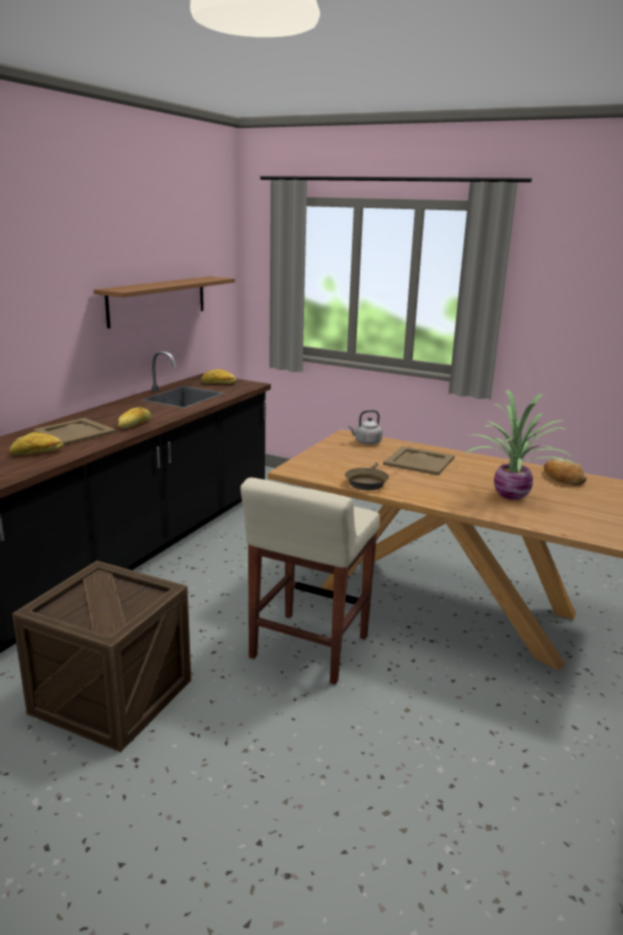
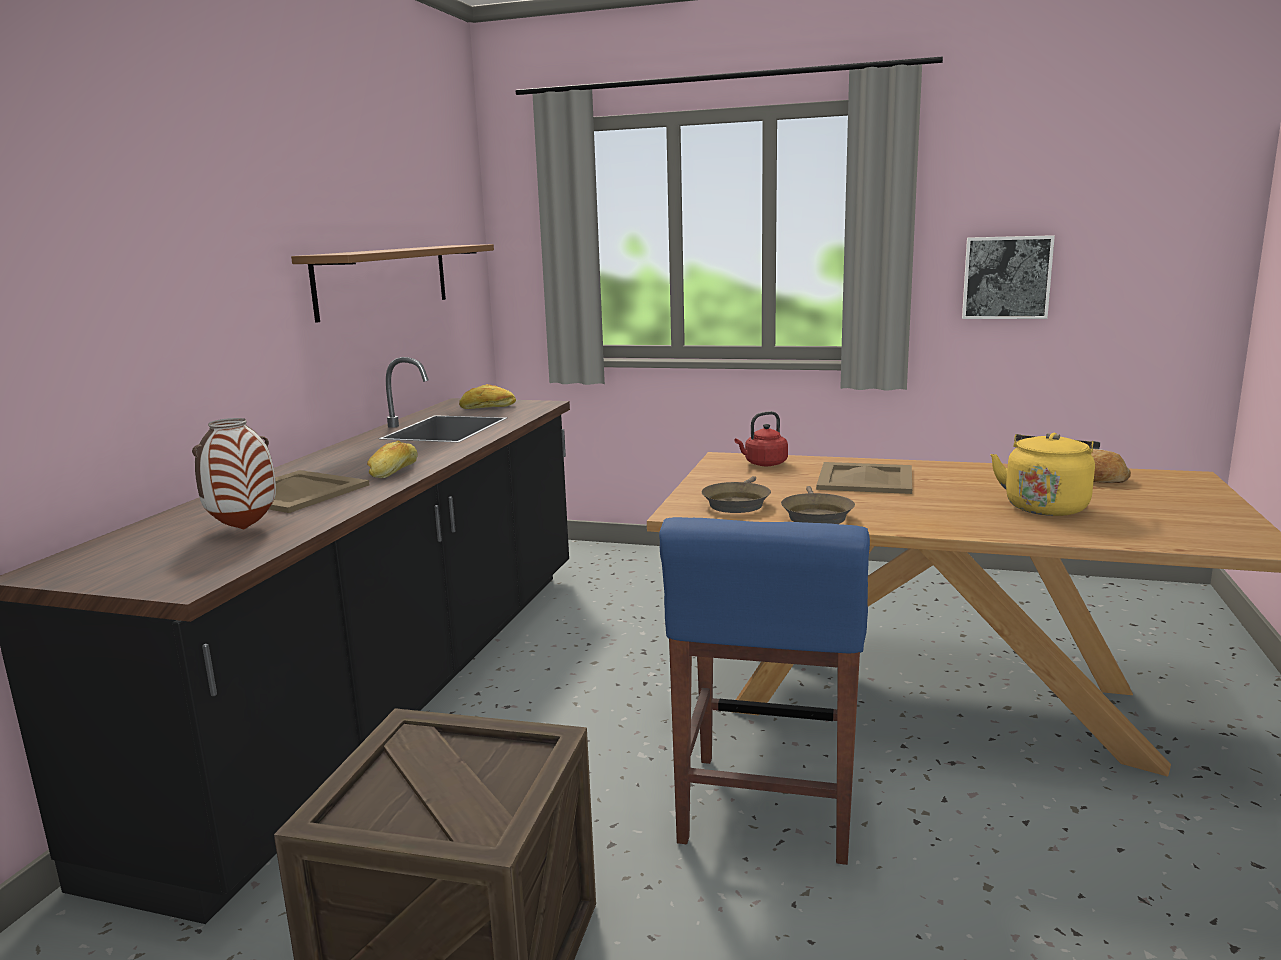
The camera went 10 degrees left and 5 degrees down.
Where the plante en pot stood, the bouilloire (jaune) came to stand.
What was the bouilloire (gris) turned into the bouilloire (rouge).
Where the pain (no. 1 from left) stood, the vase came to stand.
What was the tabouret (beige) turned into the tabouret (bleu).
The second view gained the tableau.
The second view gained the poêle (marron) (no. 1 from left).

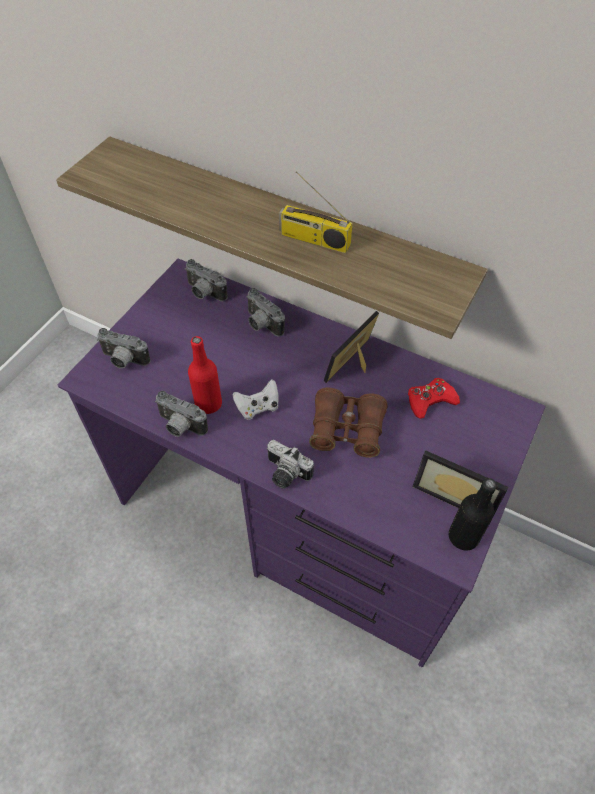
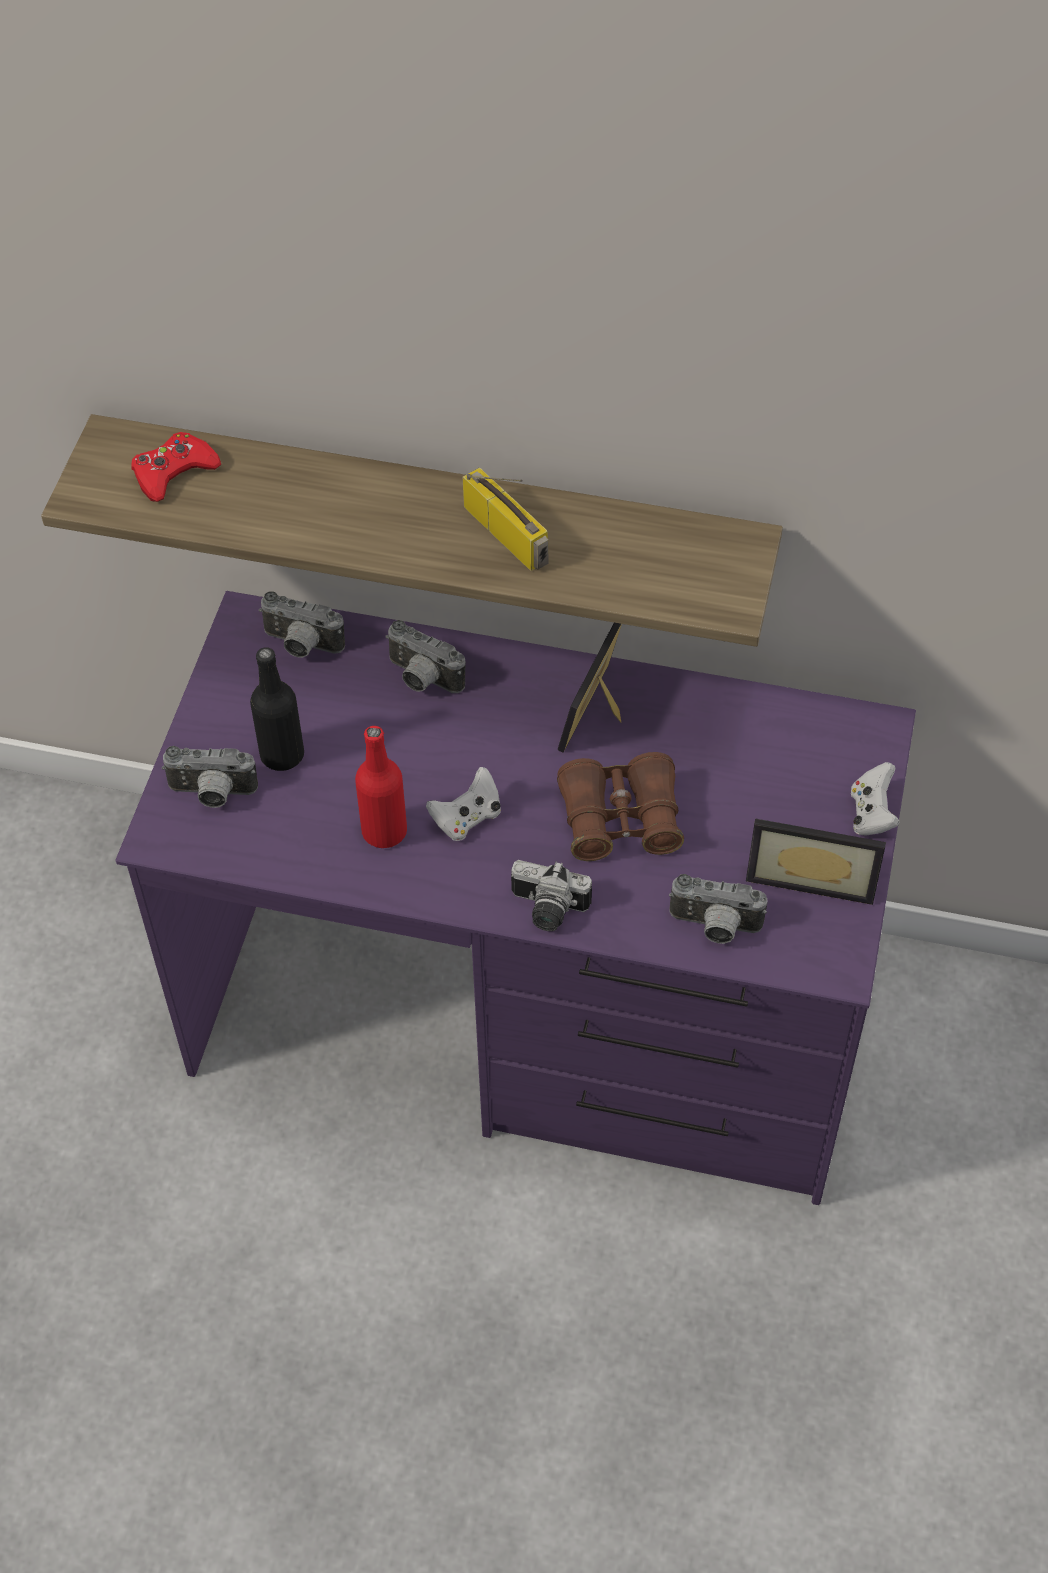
The camera went 15 degrees left and 0 degrees up.
The radio ended up facing another way, 135 degrees counterclockwise from before.
The manette (rouge) ended up elsewhere.
The appareil photo (no. 2 from left in the first image) ended up elsewhere.
The bouteille (noir) ended up elsewhere.
The second view gained the manette (blanc) (no. 2 from left).

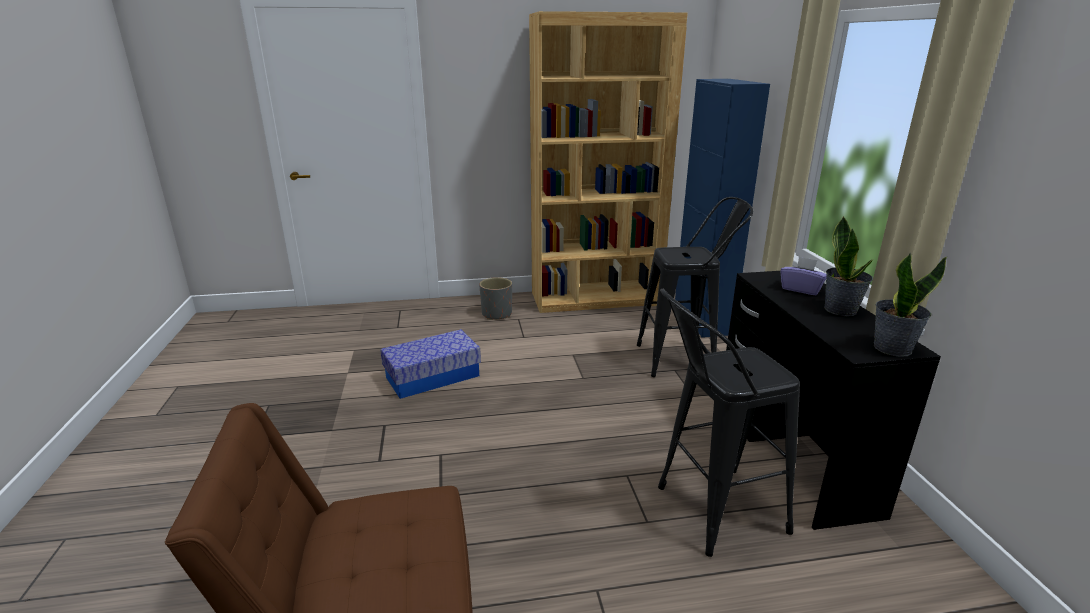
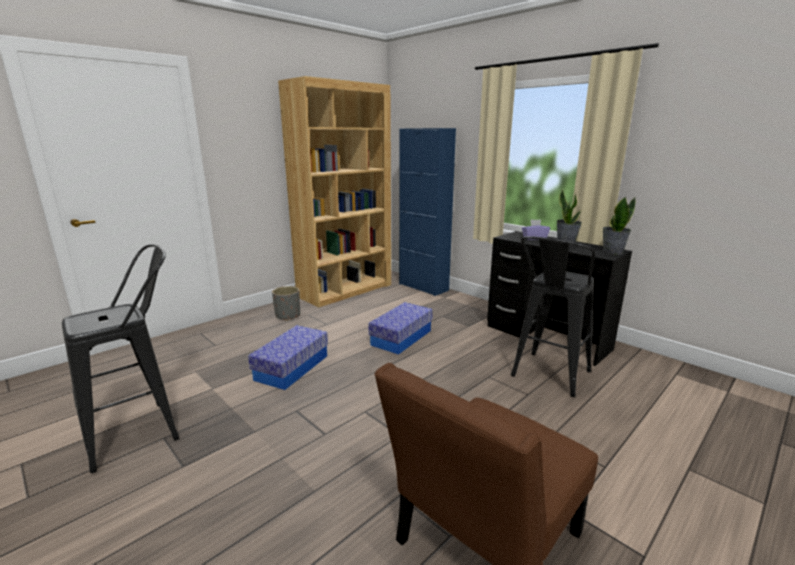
The camera went 35 degrees left and 5 degrees down.
The tabouret (noir) (no. 1 from left) ended up elsewhere.
The second view gained the boîte de rangement (no. 2 from left).

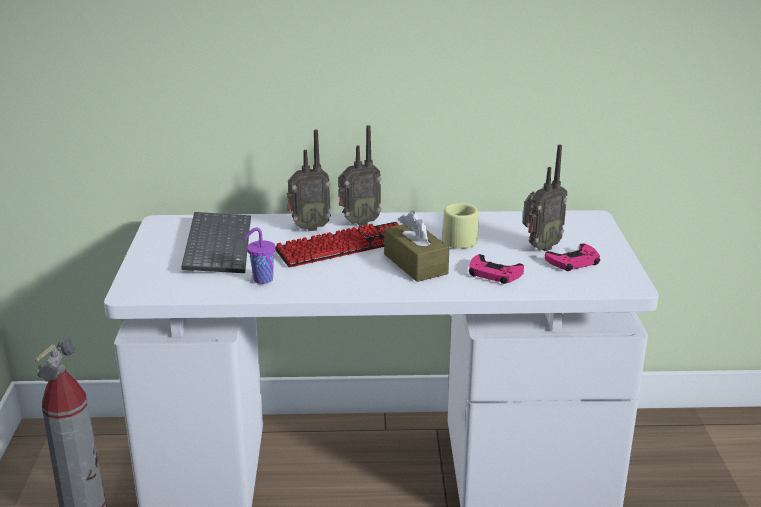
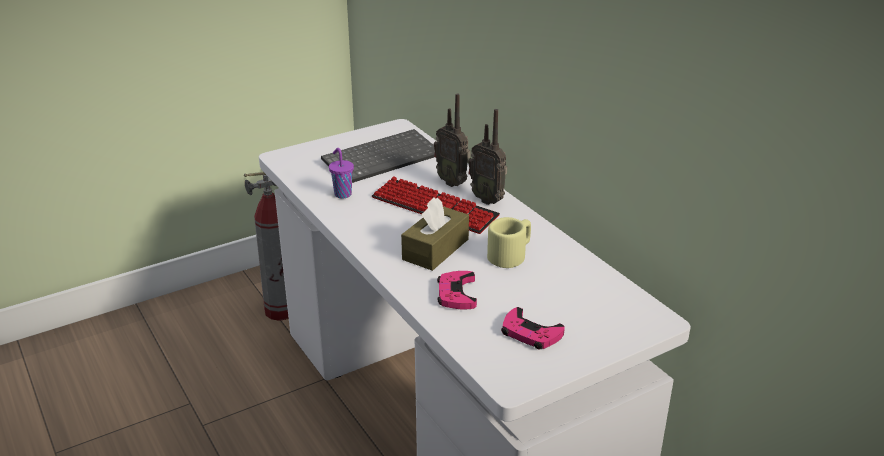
The camera went 60 degrees right and 5 degrees up.
The second view lost the radio (no. 3 from left).

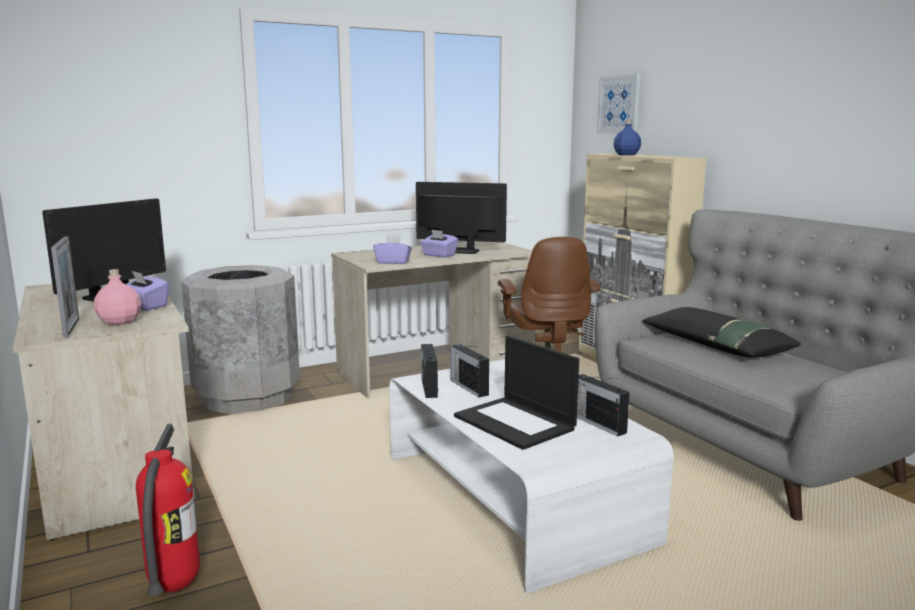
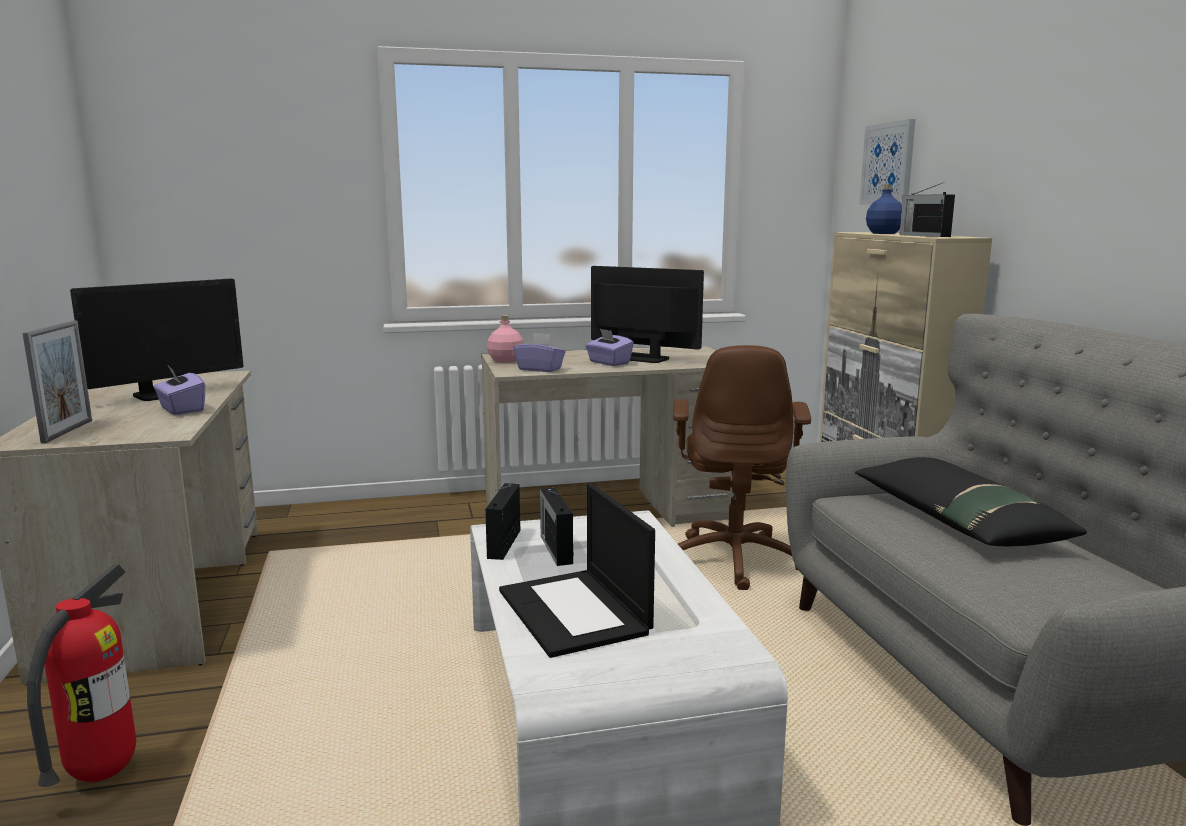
The camera went 15 degrees right and 0 degrees up.
The second view lost the poubelle (gris).
The bouteille (rose) ended up elsewhere.
The radio (no. 3 from left) ended up elsewhere.

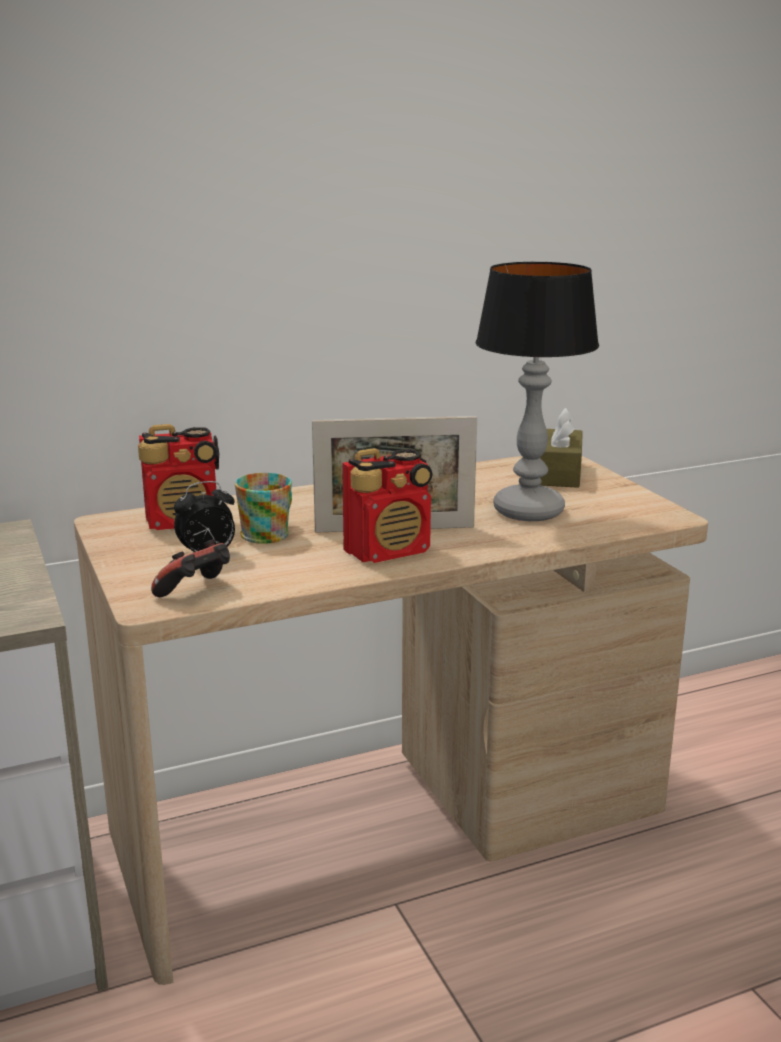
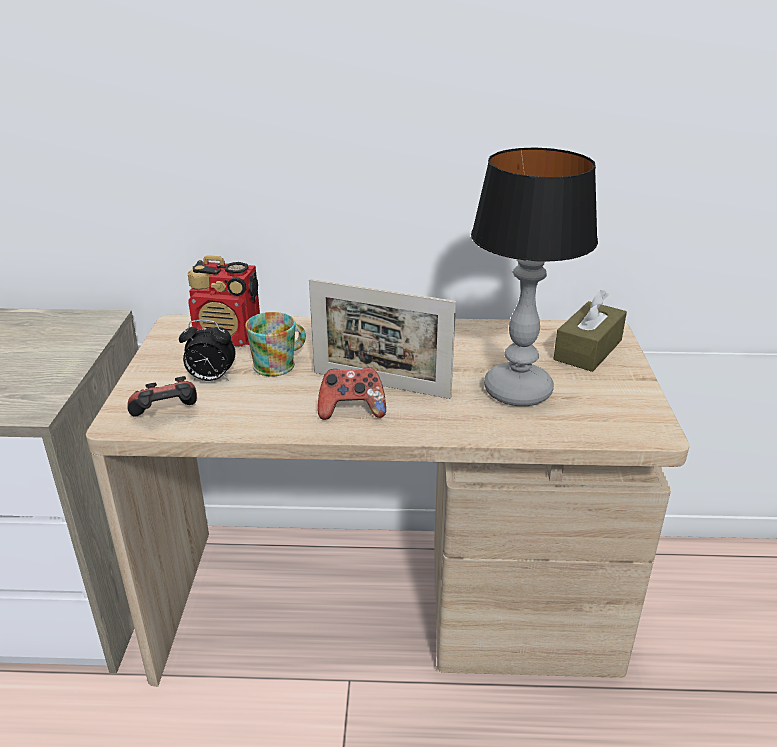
The camera went 25 degrees right and 10 degrees up.
Where the radio (no. 2 from left) stood, the manette (no. 2 from left) came to stand.

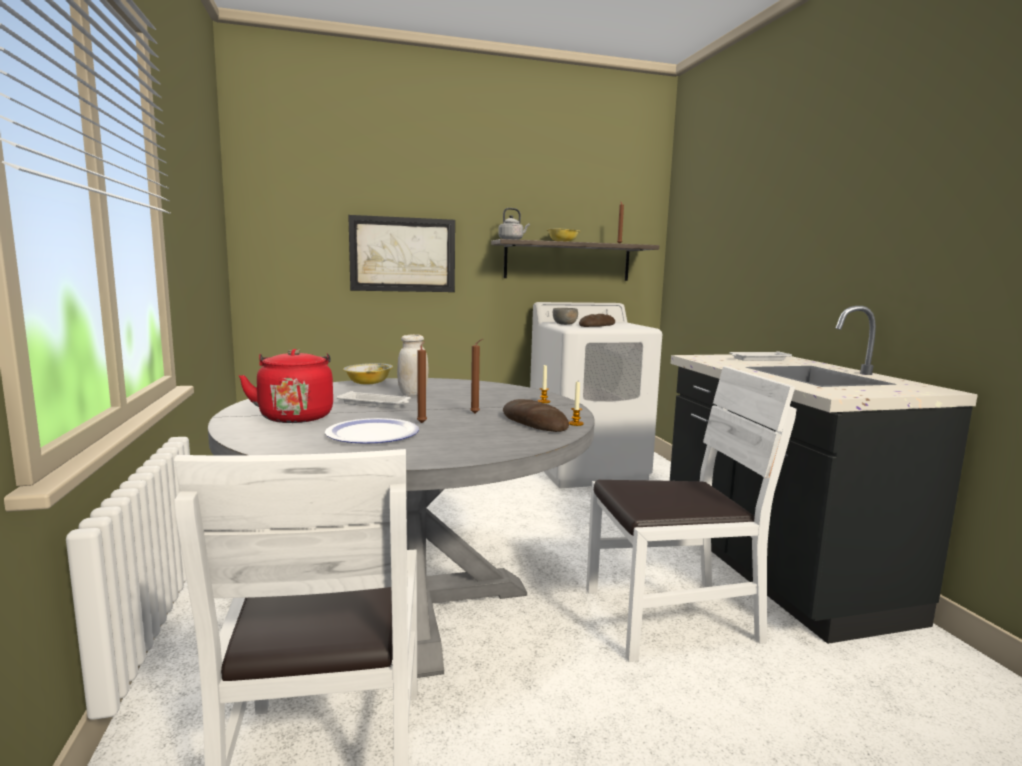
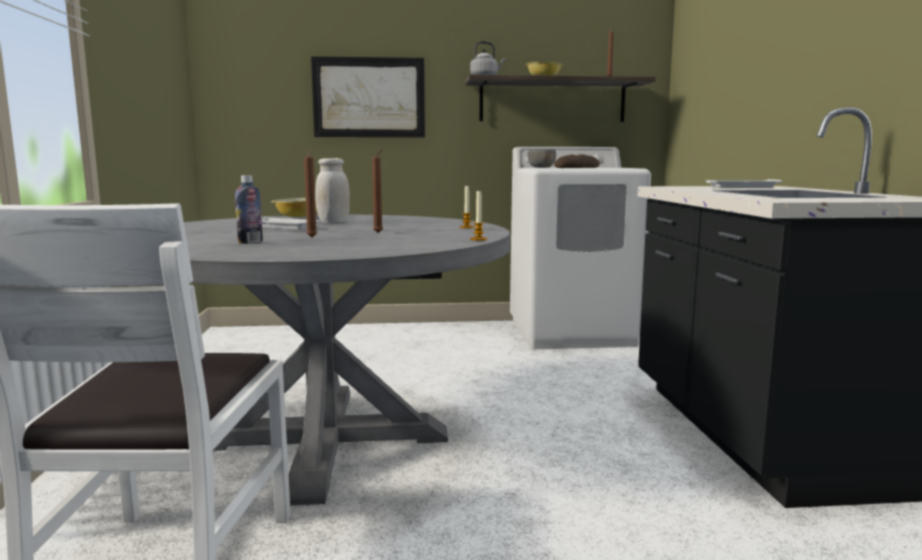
The camera went 10 degrees right and 0 degrees up.
The second view lost the bouilloire (rouge).
The second view lost the chaise (blanc) (no. 2 from left).
The second view lost the pain (no. 1 from left).
Where the assiette stood, the bouteille came to stand.

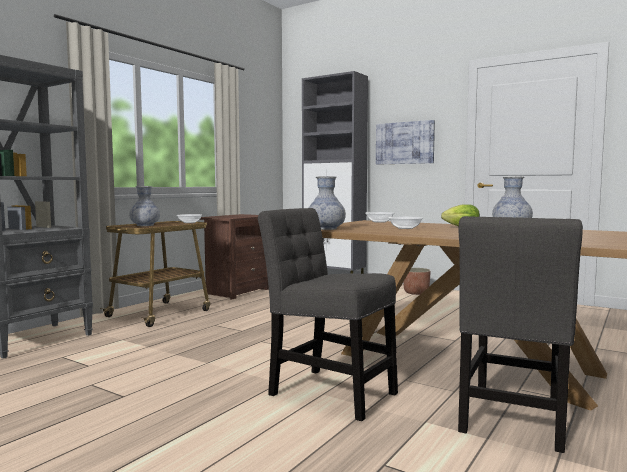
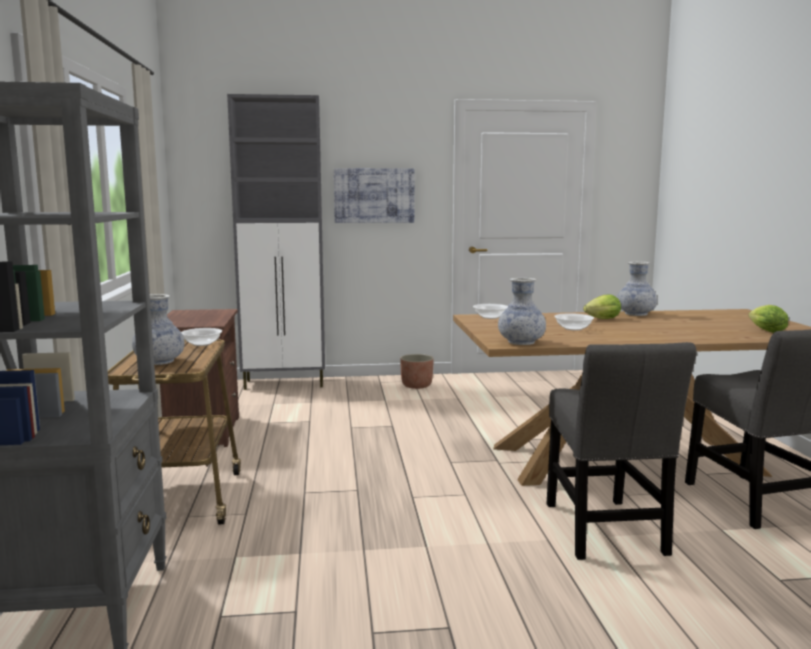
The camera went 40 degrees left and 5 degrees up.
The chaise (gris) (no. 1 from left) ended up facing another way, 90 degrees counterclockwise from before.
The second view gained the laitue (no. 2 from left).

